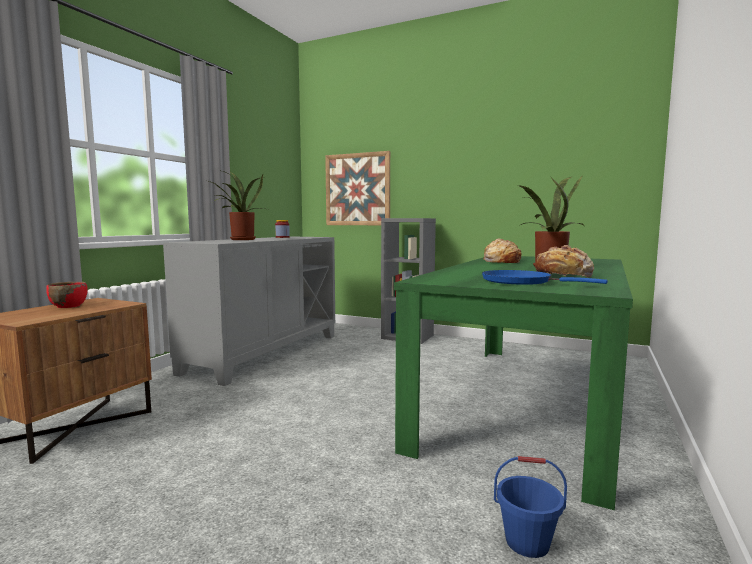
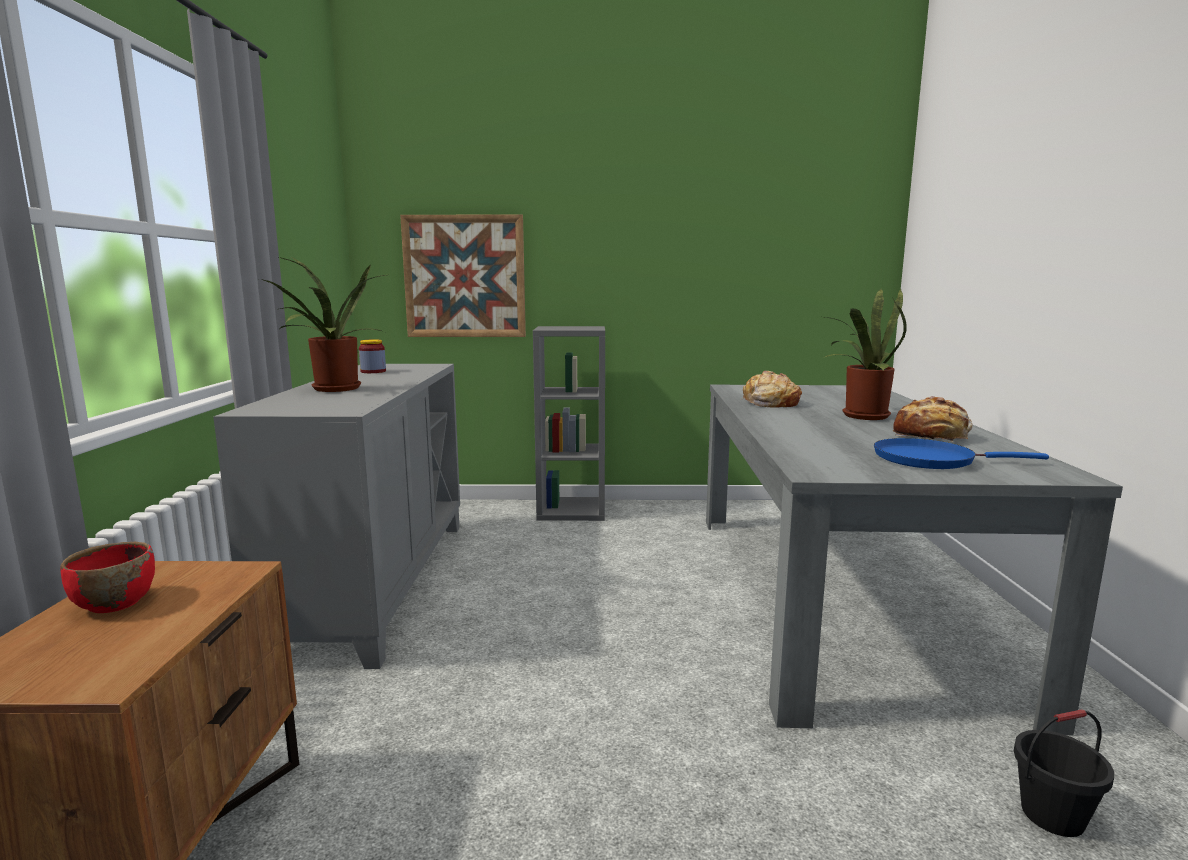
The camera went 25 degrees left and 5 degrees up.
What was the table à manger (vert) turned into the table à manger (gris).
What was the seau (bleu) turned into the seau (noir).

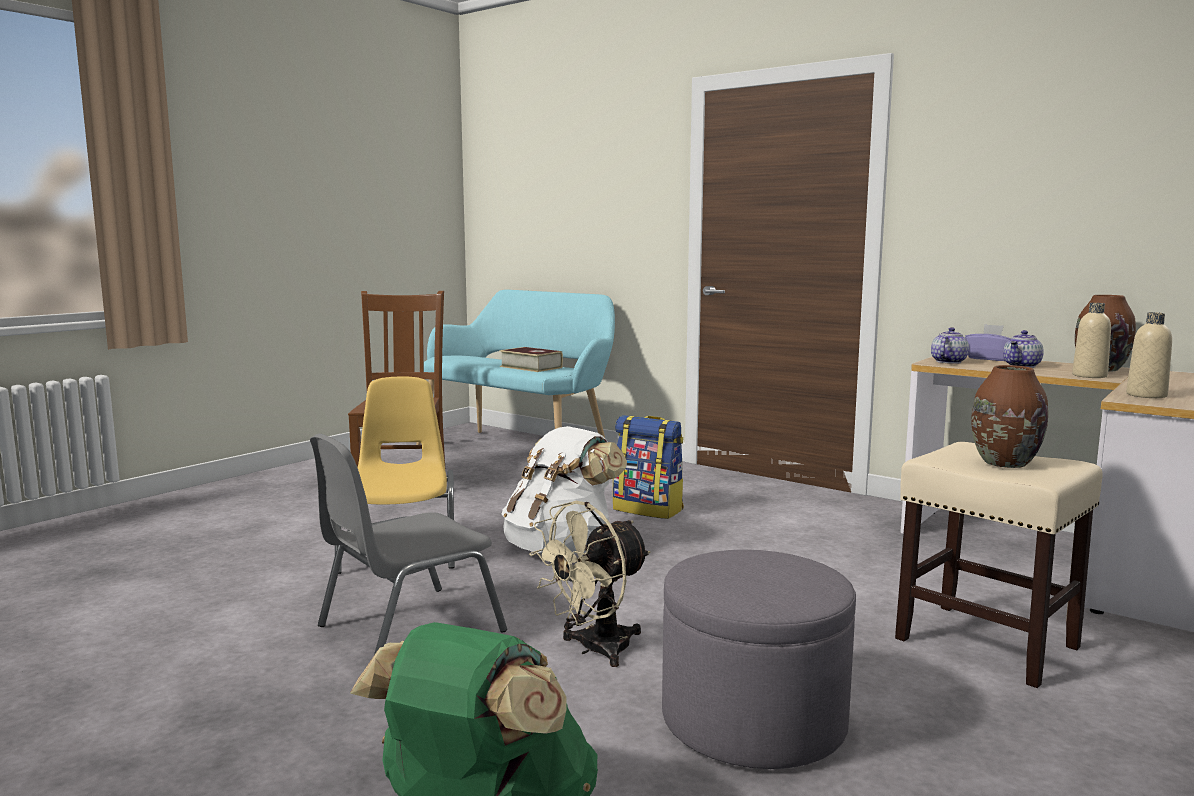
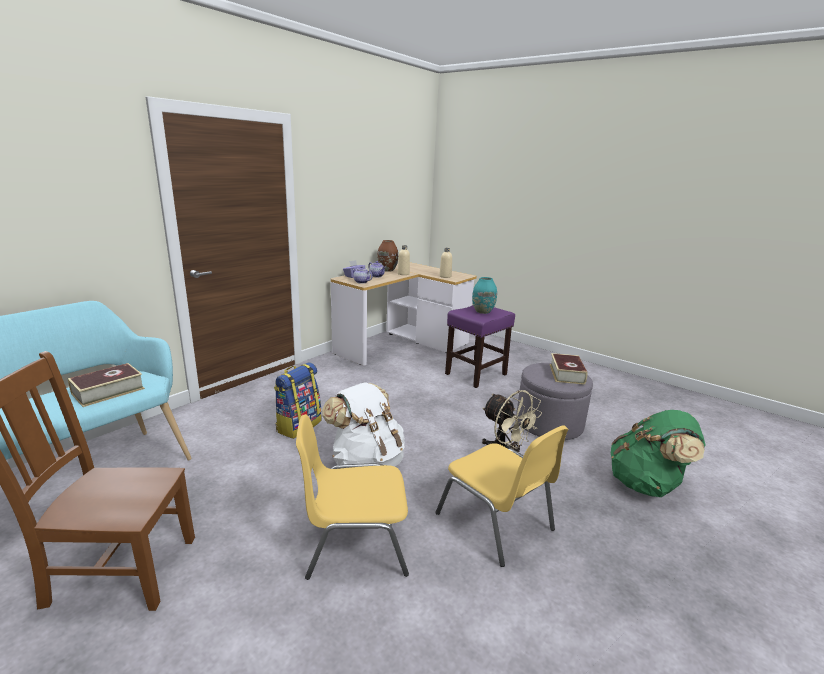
The camera went 90 degrees left and 10 degrees up.
What was the vase (marron) (no. 1 from left) turned into the vase (turquoise).
What was the chaise (gris) turned into the chaise (jaune) (no. 2 from left).
What was the tabouret (beige) turned into the tabouret (violet).
The second view gained the livre (no. 2 from left).

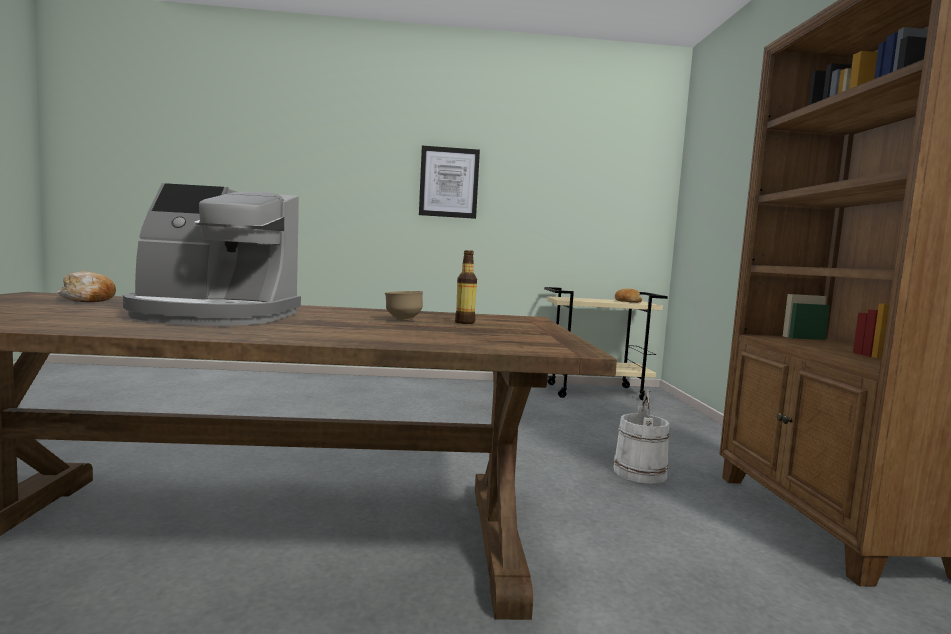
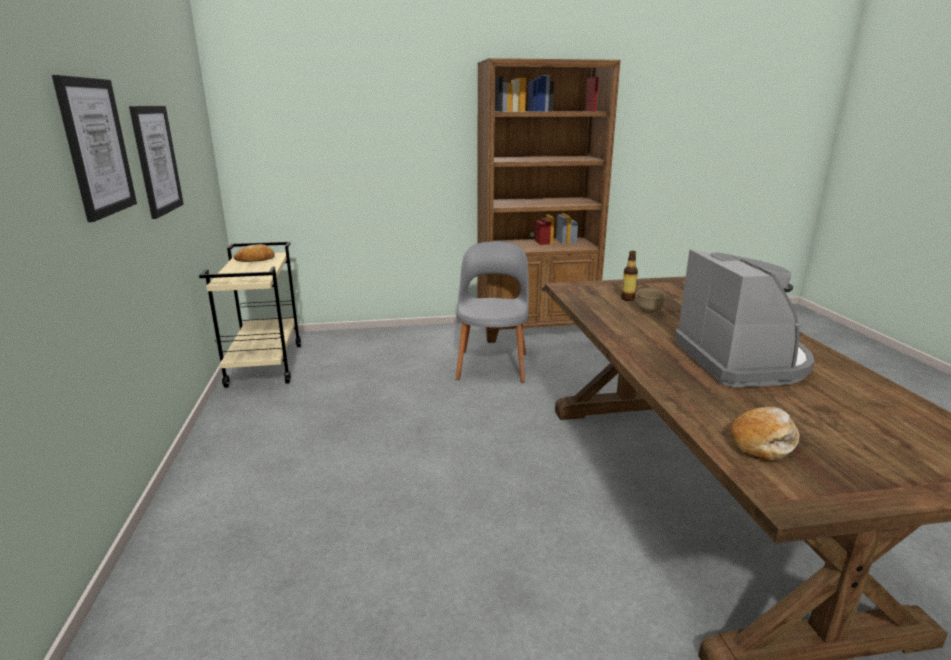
The camera went 95 degrees left and 15 degrees up.
Where the seau (blanc) stood, the chaise (gris) came to stand.
The second view gained the tableau (no. 2 from left).

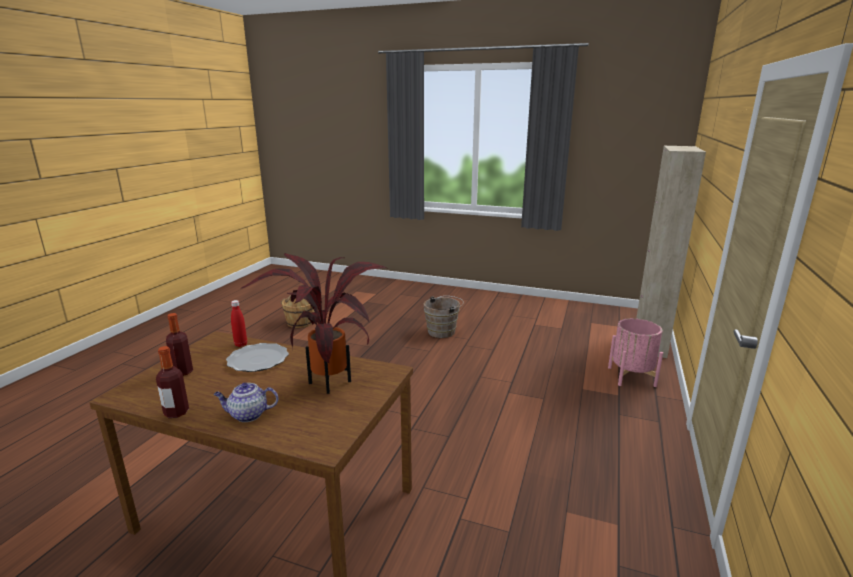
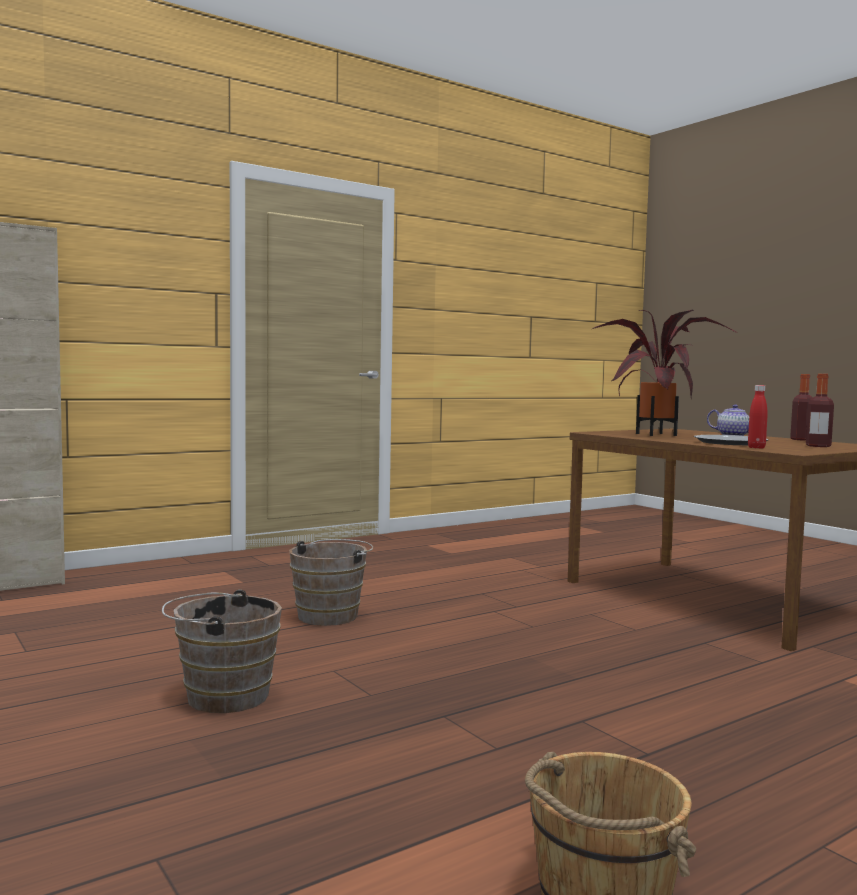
The camera went 145 degrees left and 15 degrees down.
The second view lost the cache-pot (rose).
The second view gained the seau (marron) (no. 2 from left).

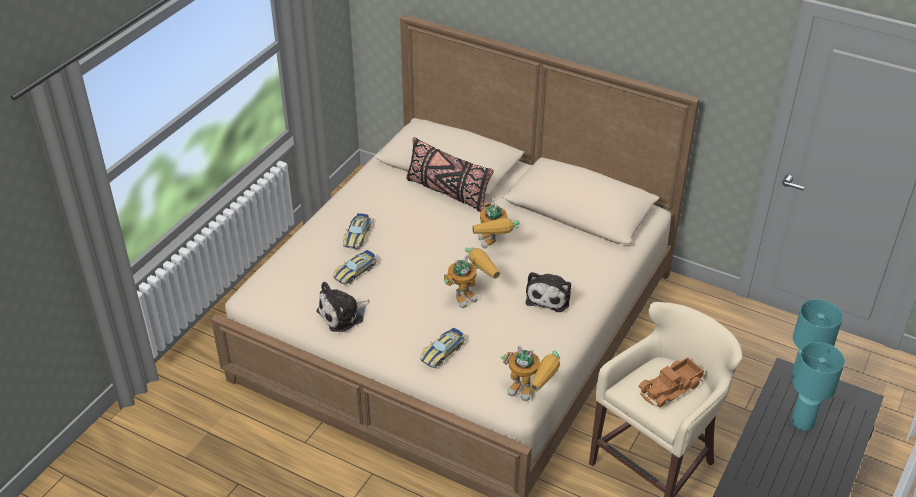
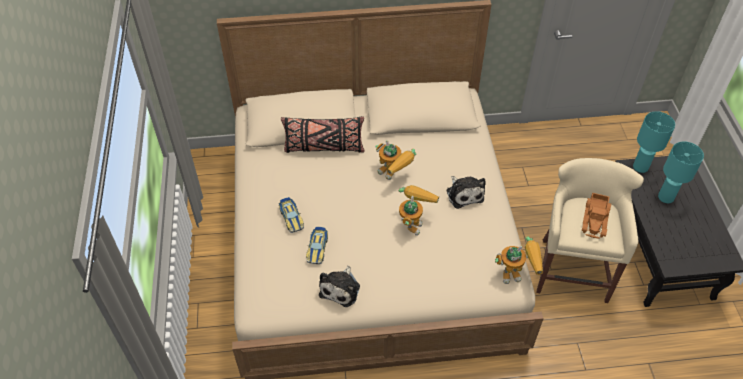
The camera went 35 degrees left and 10 degrees up.
The second view lost the petite voiture (no. 3 from left).

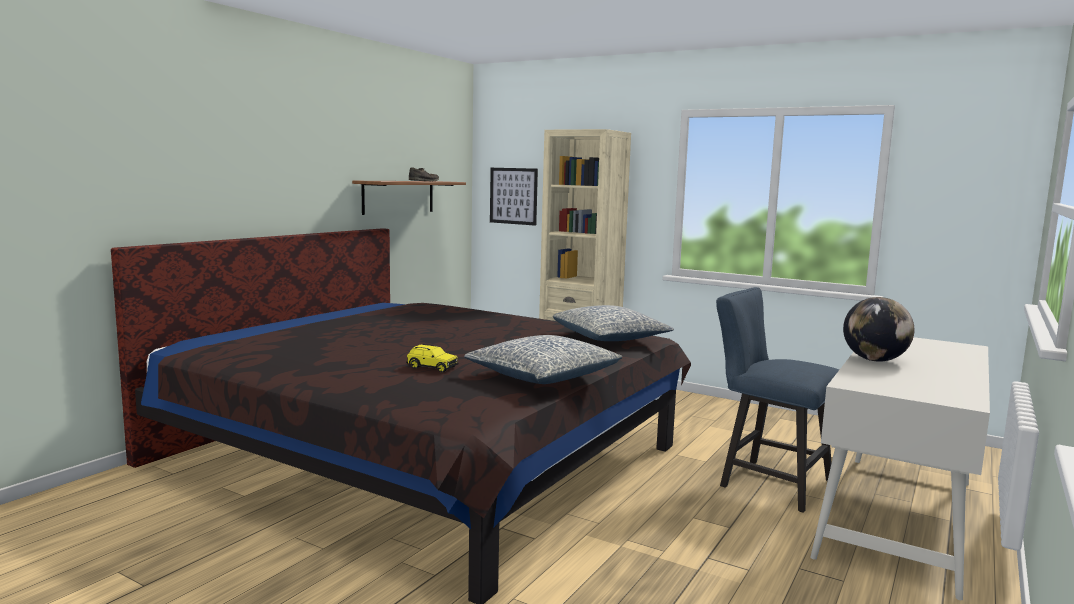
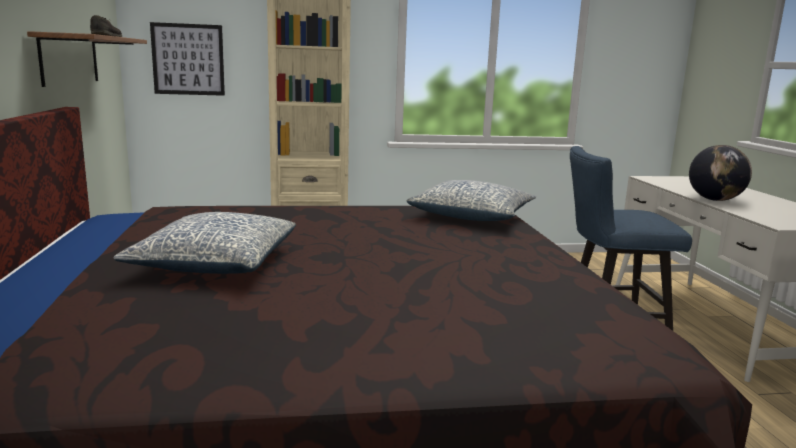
The camera went 40 degrees left and 5 degrees up.
The coussin (no. 1 from left) ended up elsewhere.
The second view lost the petite voiture (jaune).

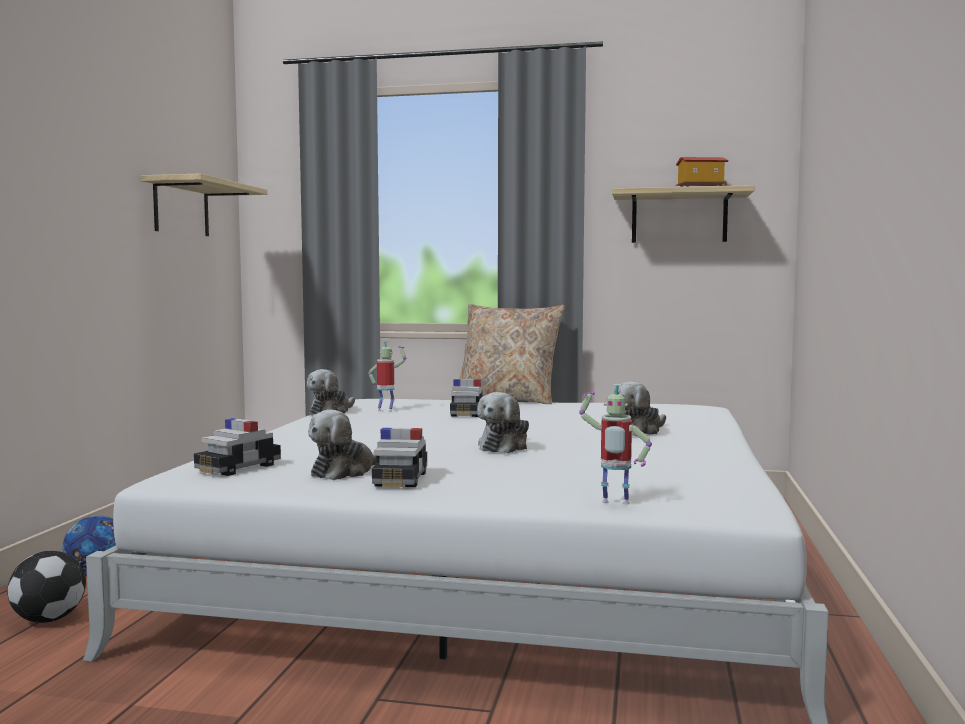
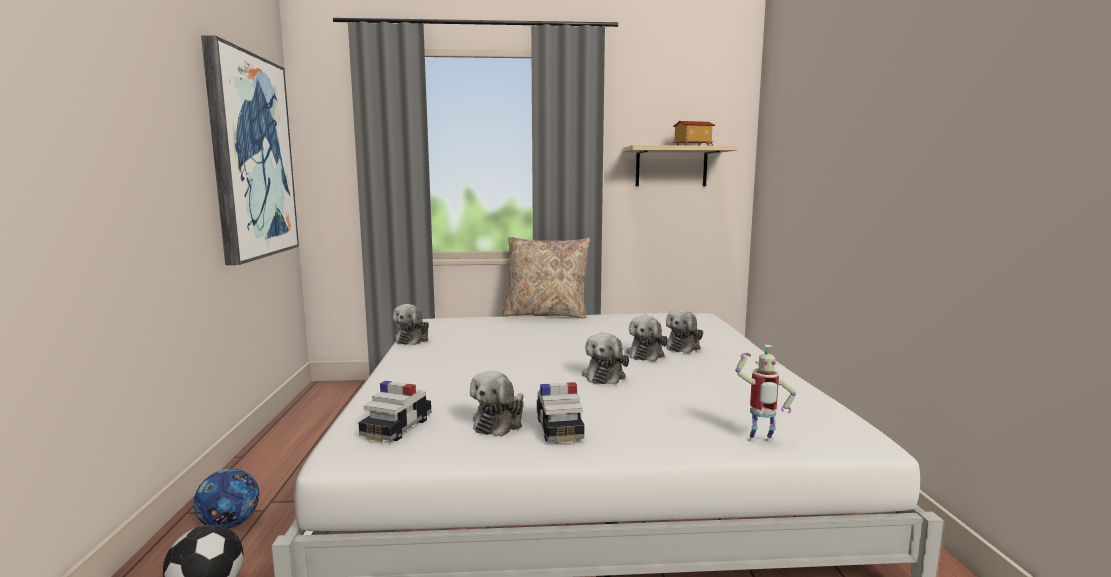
The camera went 15 degrees left and 5 degrees up.
Where the étagère (no. 1 from left) hung, the tableau came to hang.
The second view lost the robot jouet (no. 1 from left).
The second view lost the petite voiture (no. 3 from left).
The second view gained the peluche (no. 4 from left).

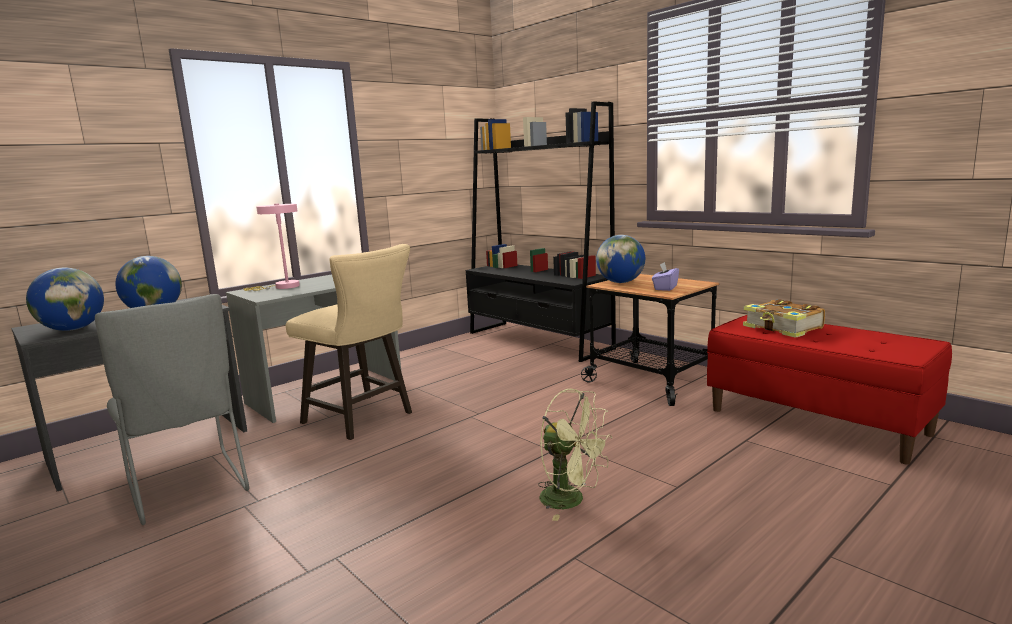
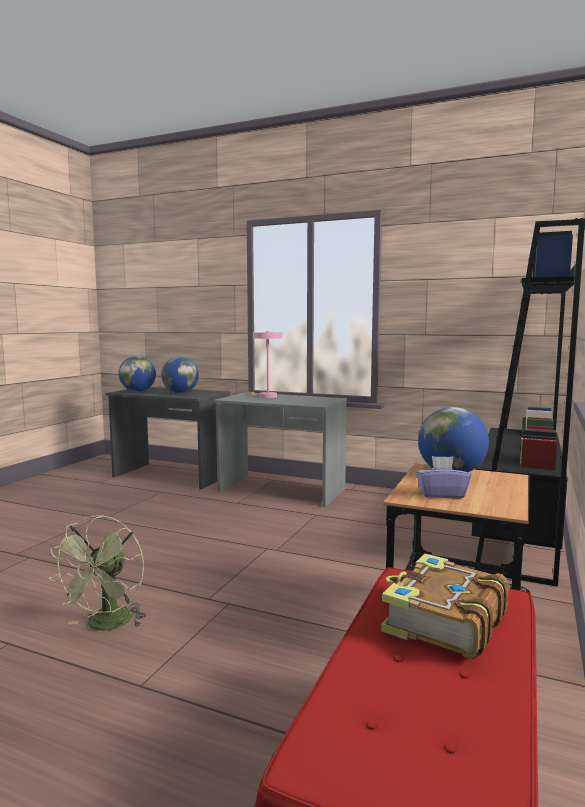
The camera went 65 degrees right and 5 degrees down.
The second view lost the tabouret (beige).
The second view lost the chaise (gris).

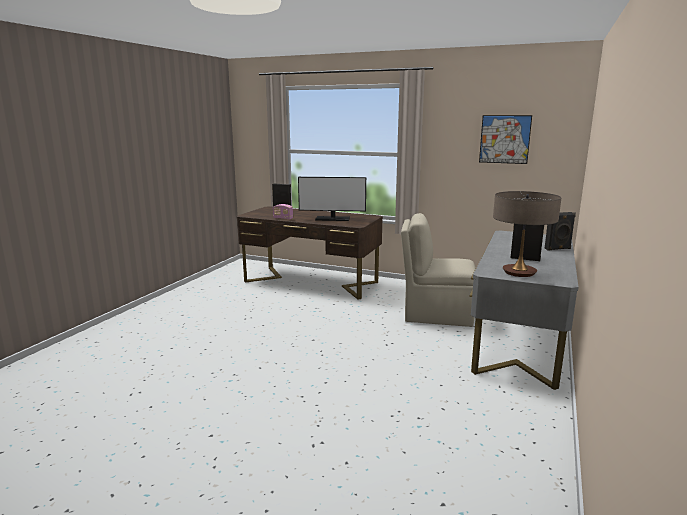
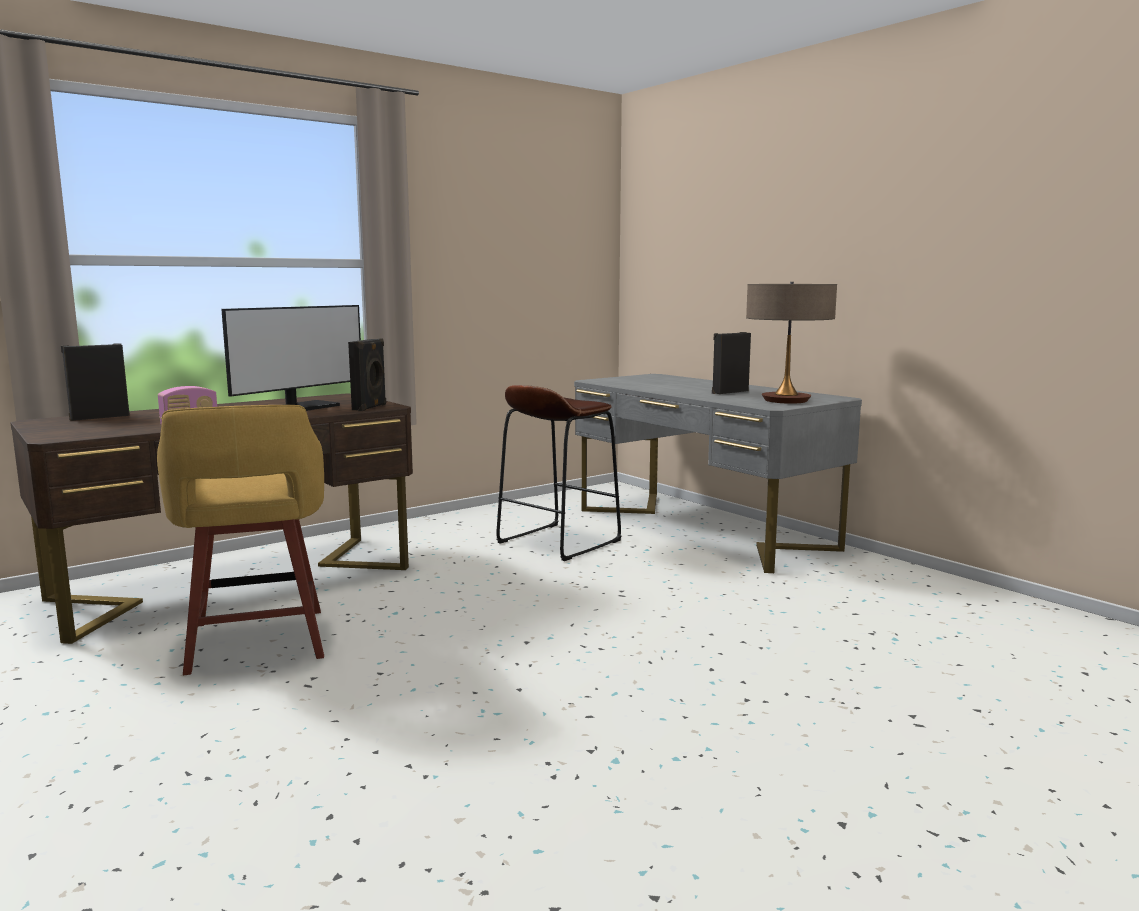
The camera went 60 degrees left and 5 degrees down.
The second view lost the tableau.
The enceinte (noir) (no. 3 from left in the first image) ended up elsewhere.
Where the chaise (beige) stood, the tabouret (marron) came to stand.
The second view gained the tabouret (jaune).

